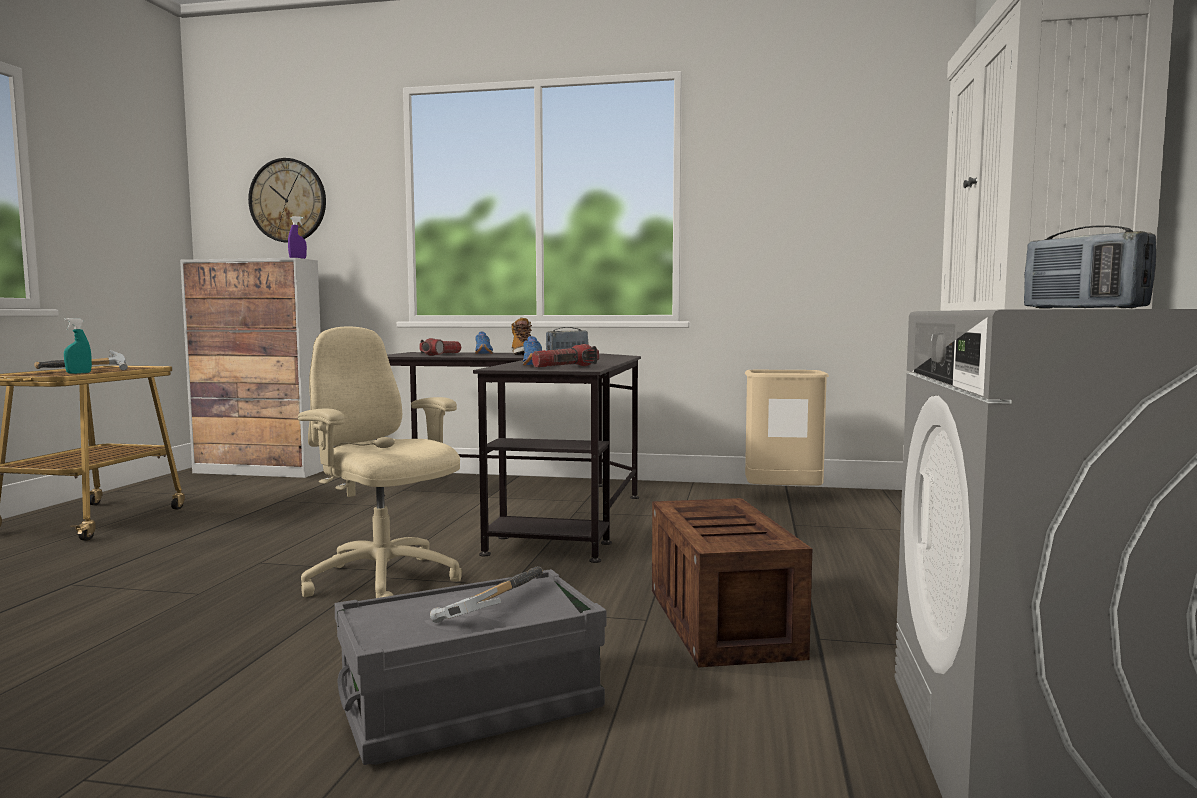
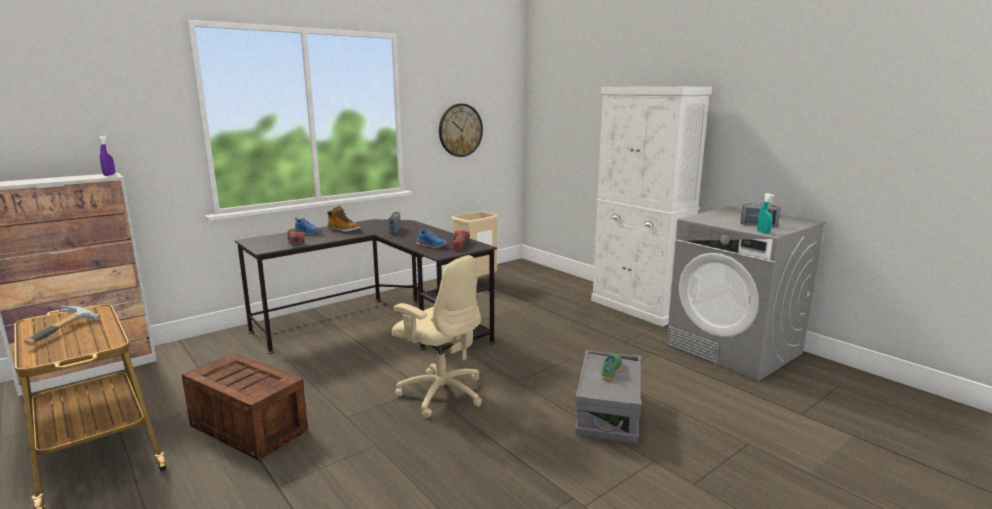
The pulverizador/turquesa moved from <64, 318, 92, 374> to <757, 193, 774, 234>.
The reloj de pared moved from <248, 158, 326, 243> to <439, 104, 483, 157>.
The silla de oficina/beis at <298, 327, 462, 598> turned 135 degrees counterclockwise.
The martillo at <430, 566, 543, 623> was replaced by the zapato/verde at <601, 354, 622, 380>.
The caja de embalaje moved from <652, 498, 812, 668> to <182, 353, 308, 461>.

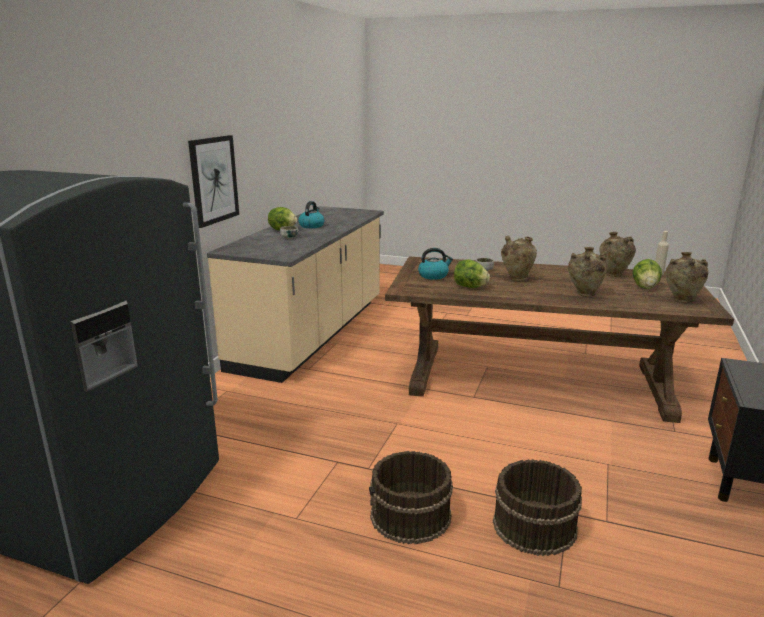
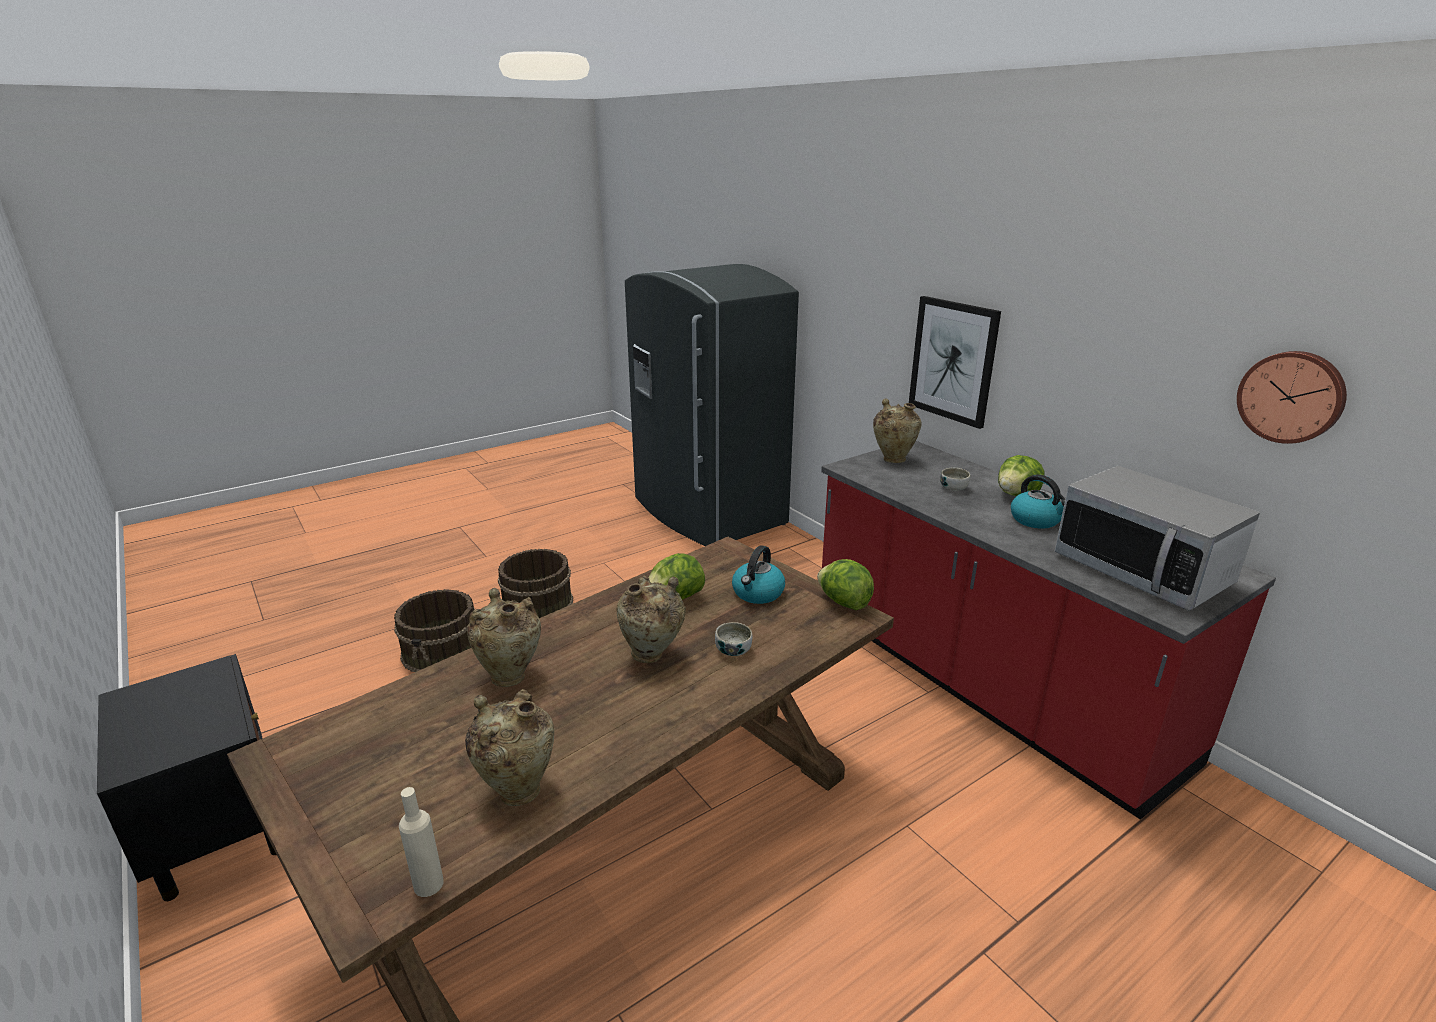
The mueble bajo de cocina/beis at <207, 206, 384, 383> became the mueble bajo de cocina/rojo at <821, 441, 1276, 820>.
The lechuga moved from <632, 259, 662, 289> to <817, 559, 874, 610>.
The florero/beis moved from <665, 252, 709, 303> to <873, 398, 922, 463>.
The microondas at <1055, 466, 1260, 611> appeared.
The reloj de pared at <1237, 351, 1347, 444> appeared.

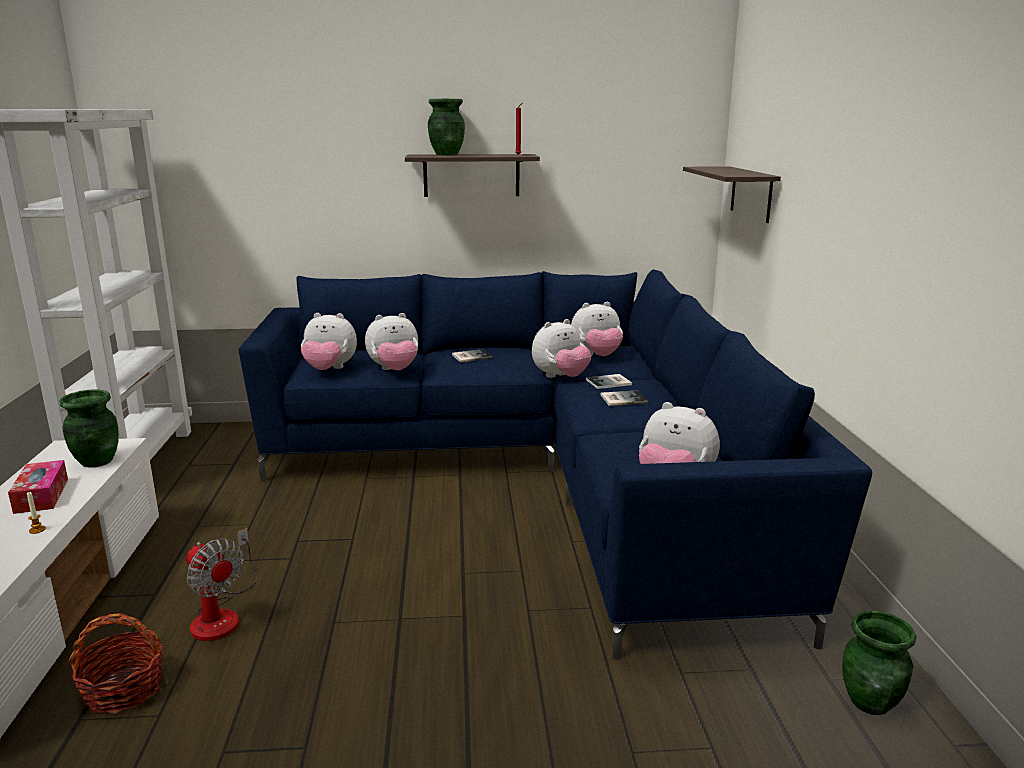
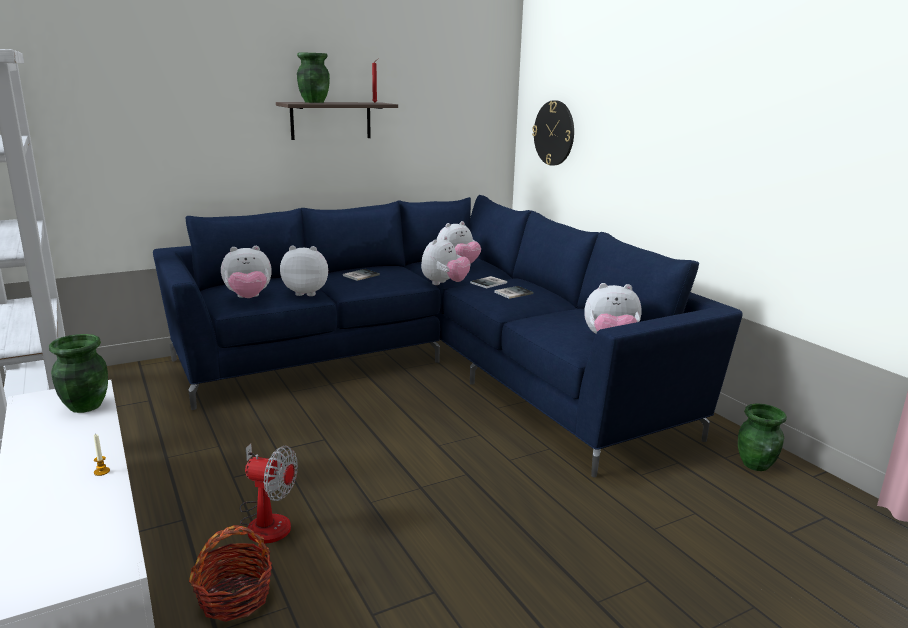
The caja de pañuelos at <8, 460, 68, 514> disappeared.
The peluche at <365, 313, 418, 370> turned 135 degrees counterclockwise.
The estante at <683, 166, 781, 223> was replaced by the reloj de pared at <532, 100, 574, 166>.

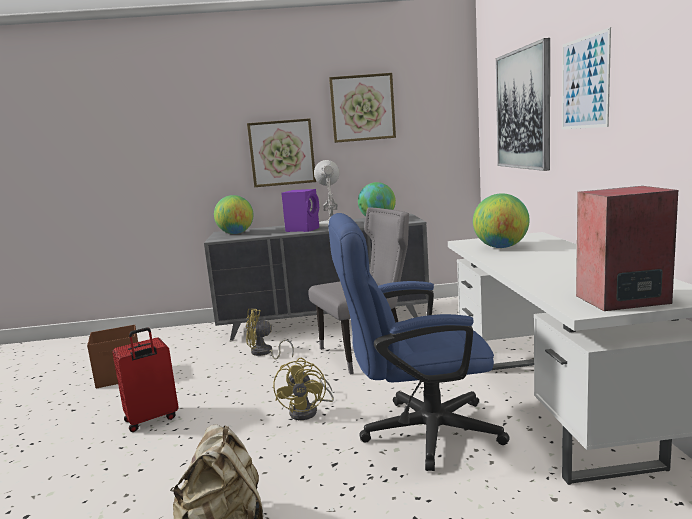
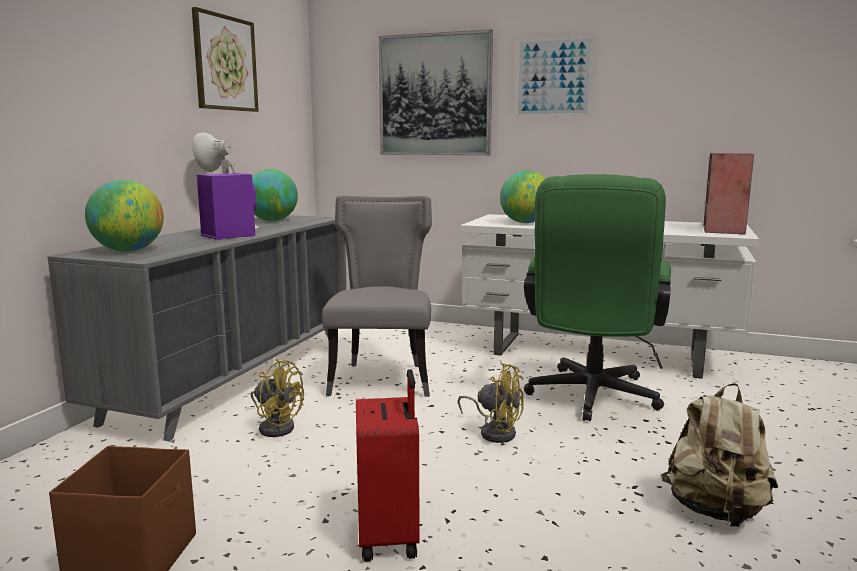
The ventilador/amarillo at <246, 309, 294, 359> turned 90 degrees counterclockwise.
The cuadro at <247, 118, 316, 187> disappeared.
The silla de oficina/azul at <328, 213, 510, 471> became the silla de oficina/verde at <524, 174, 671, 421>.

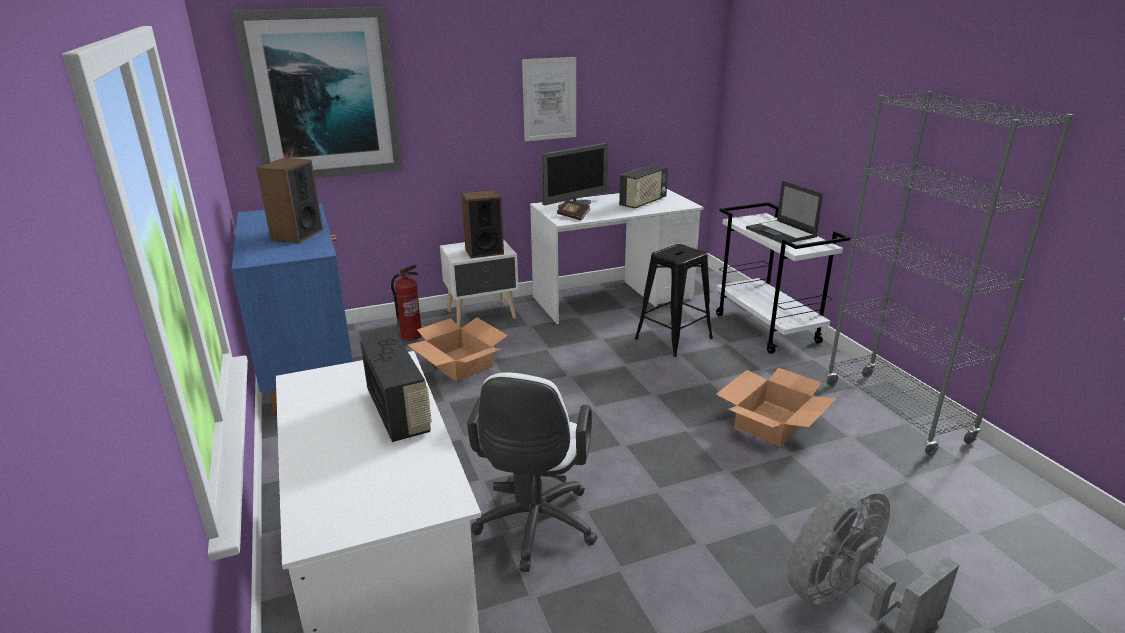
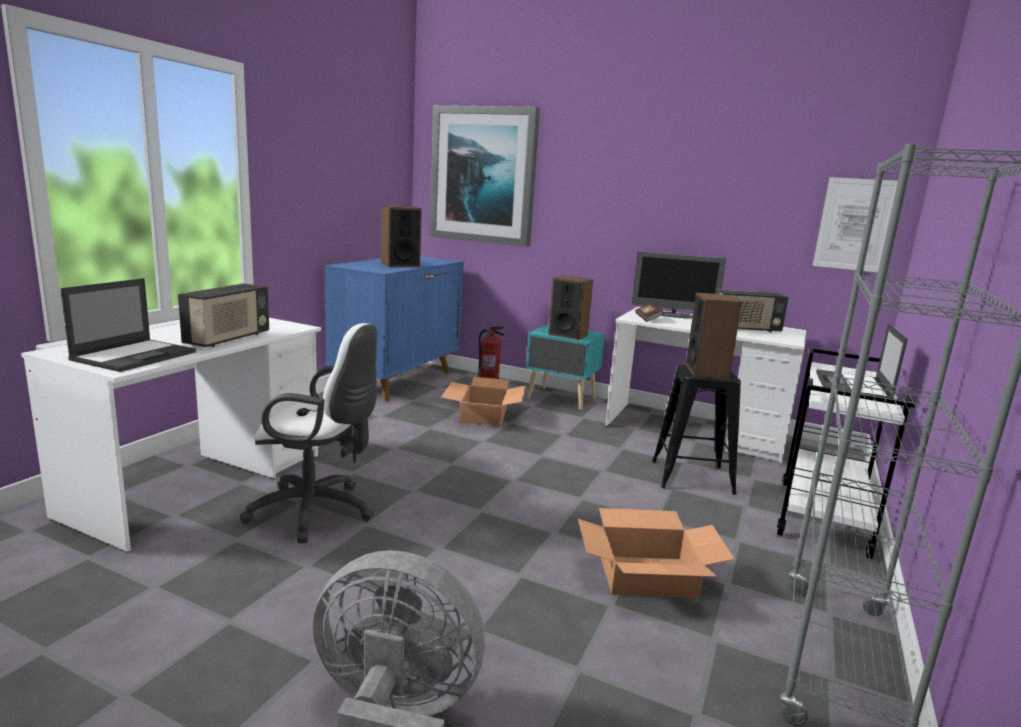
The mesita de noche/blanco at <440, 240, 519, 327> became the mesita de noche/turquesa at <526, 324, 605, 410>.
The silla de oficina/blanco at <467, 372, 597, 572> turned 135 degrees counterclockwise.
The cuadro moved from <522, 57, 576, 141> to <813, 177, 898, 272>.
The portátil at <60, 278, 196, 372> appeared.
The altavoz at <686, 292, 742, 380> appeared.

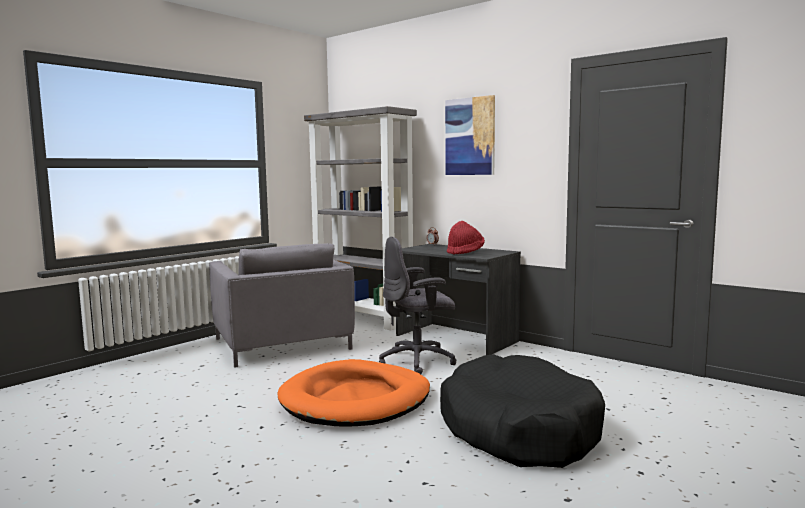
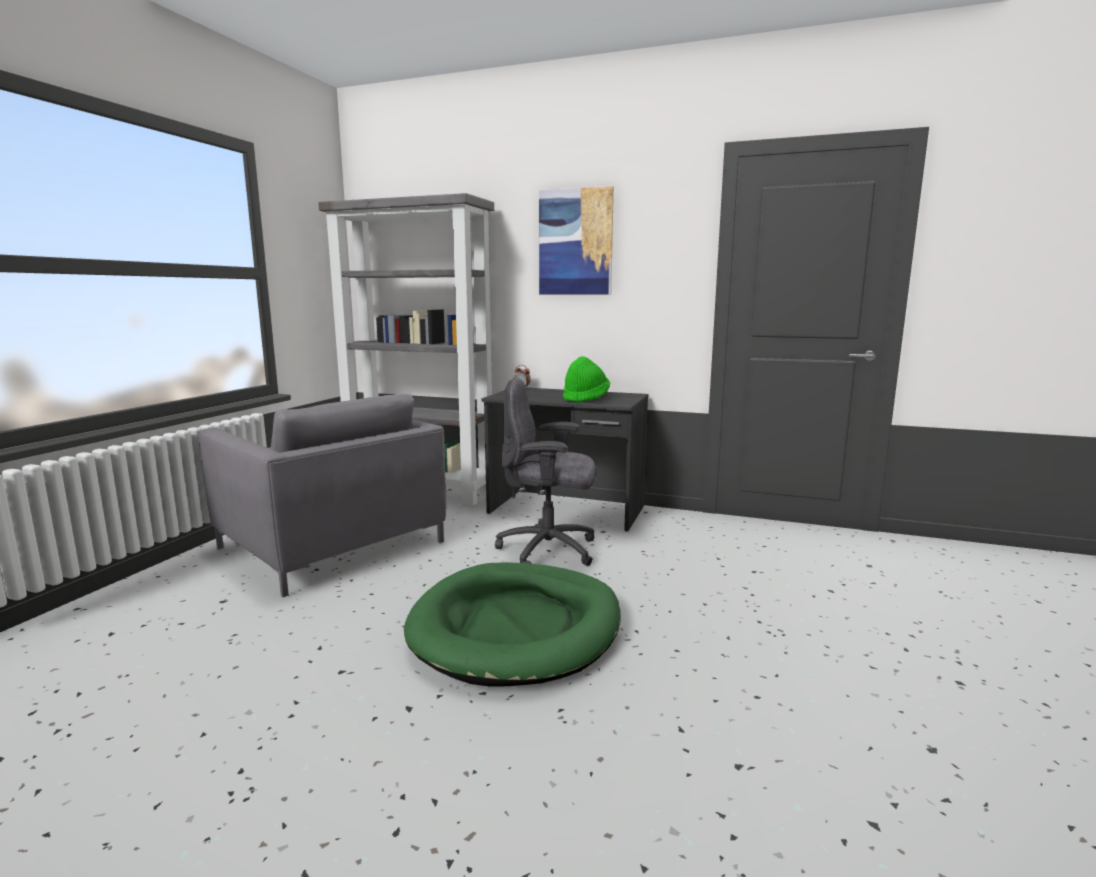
The cama para perro/naranja at <277, 359, 430, 427> became the cama para perro/verde at <404, 562, 621, 687>.
The silla de oficina/gris at <379, 236, 457, 374> turned 45 degrees clockwise.
The cama para perro/negro at <440, 354, 605, 468> disappeared.
The sombrero/rojo at <447, 221, 485, 255> became the sombrero/verde at <563, 356, 610, 402>.

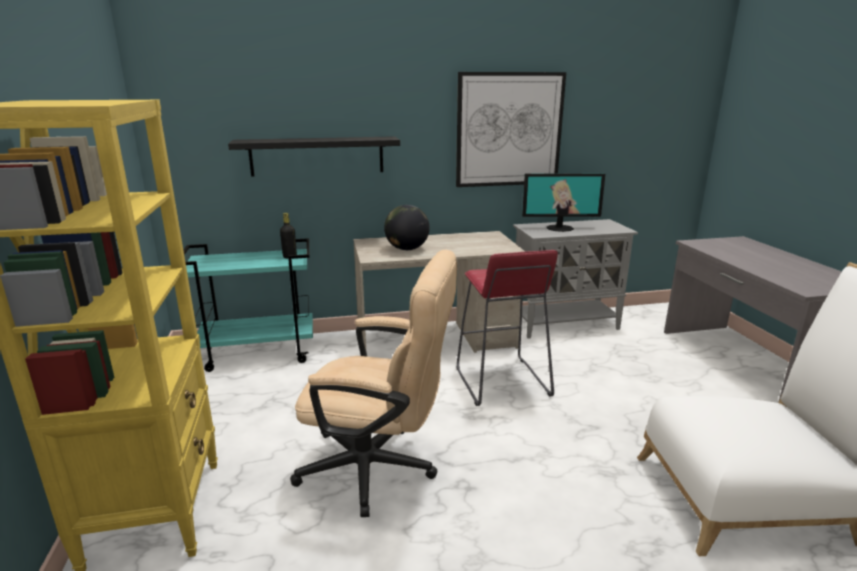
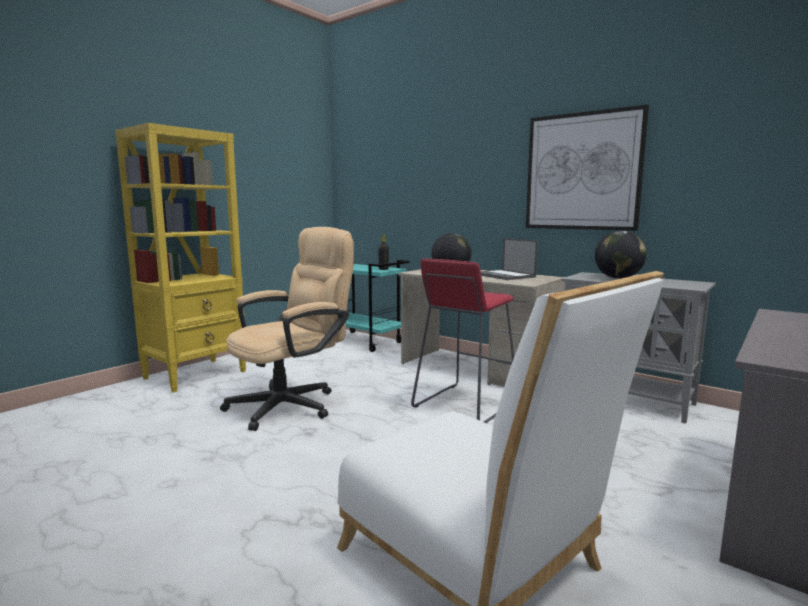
The estante/negro at <228, 136, 400, 177> disappeared.
The silla de oficina/beis at <290, 250, 457, 517> turned 105 degrees counterclockwise.
The monitor at <522, 173, 605, 232> was replaced by the globo terráqueo at <595, 231, 647, 279>.
The portátil at <481, 238, 538, 280> appeared.

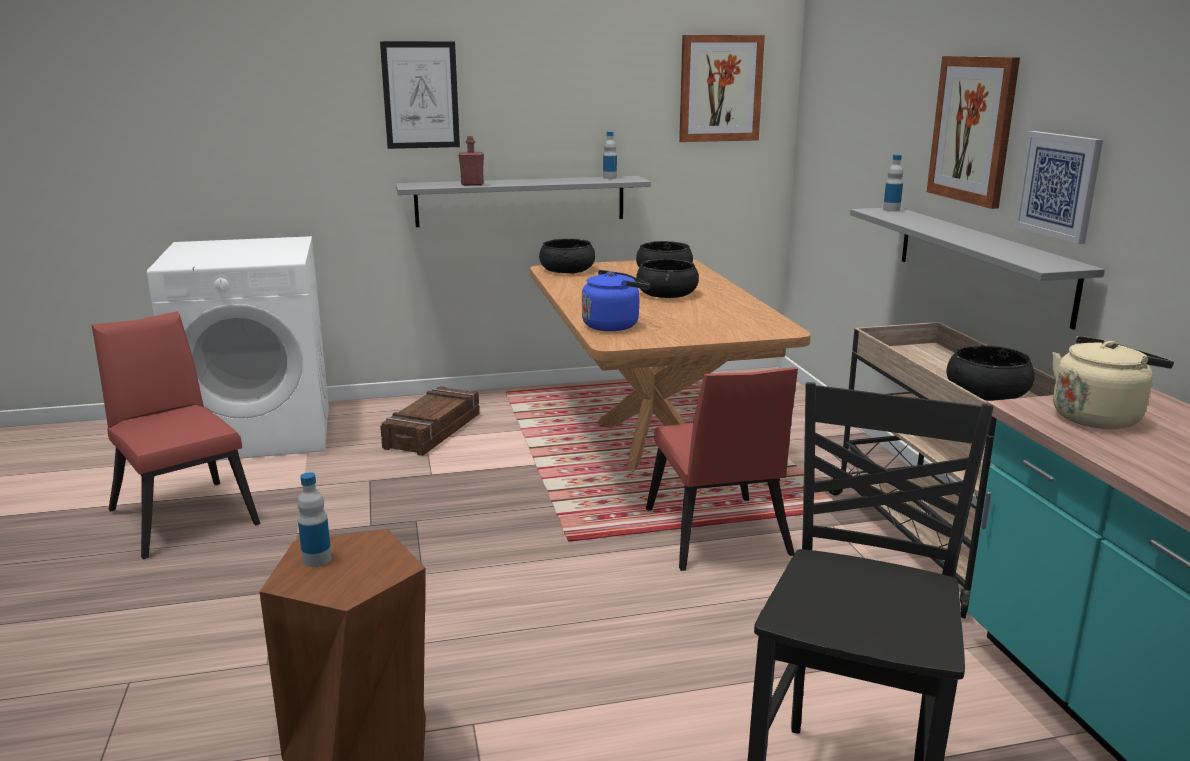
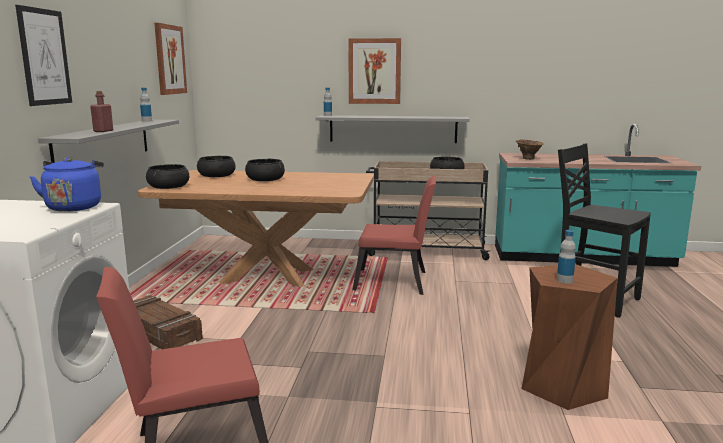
The hervidor/azul moved from <582, 270, 650, 331> to <30, 157, 104, 212>.
The cuadro at <1014, 131, 1103, 244> disappeared.
The hervidor/beis at <1052, 336, 1174, 429> was replaced by the florero/marrón at <516, 140, 544, 160>.

